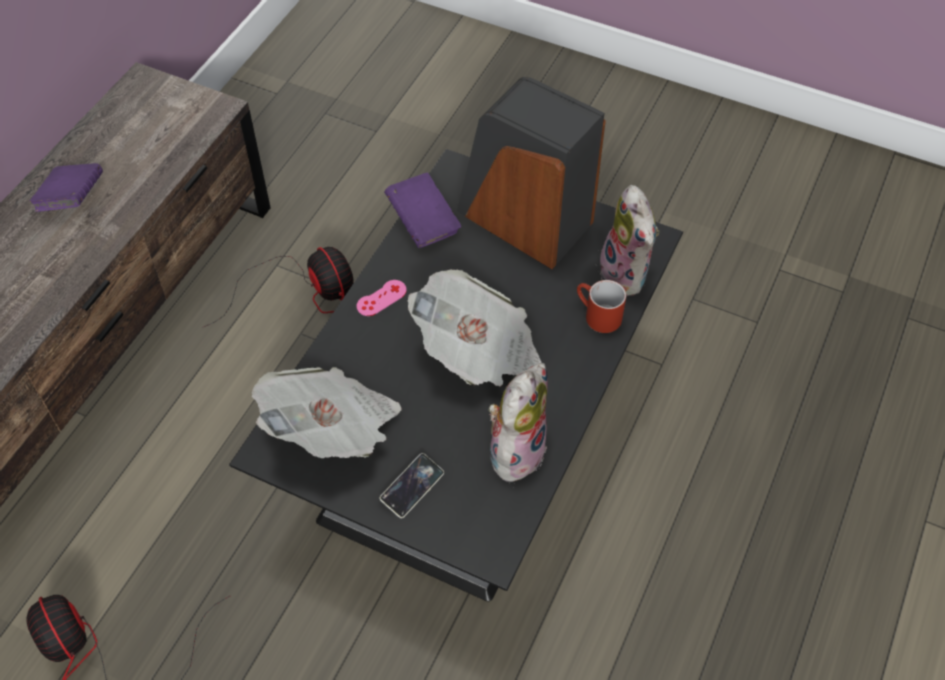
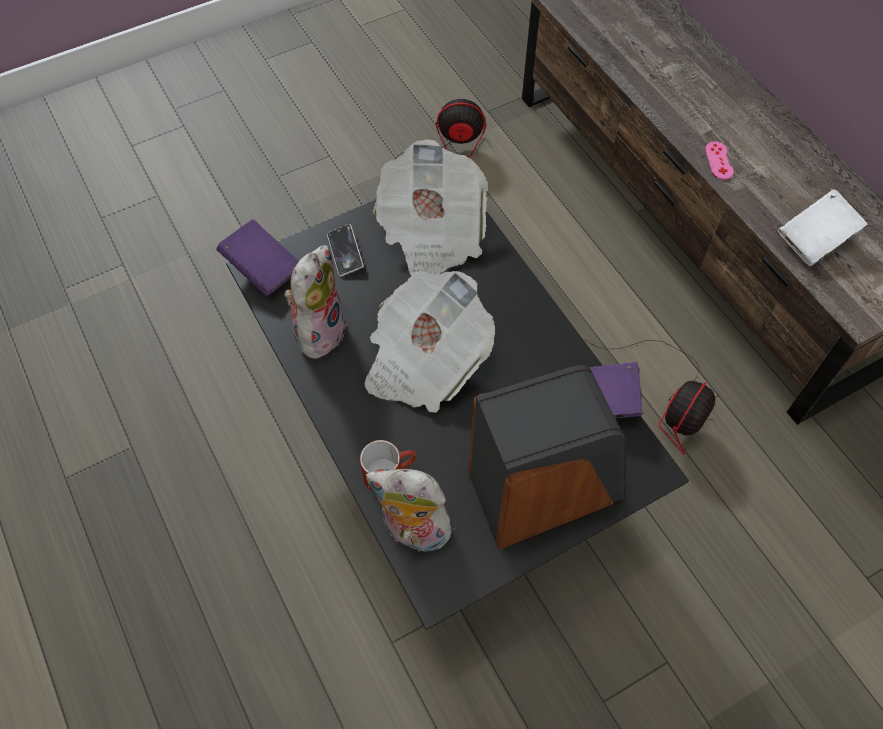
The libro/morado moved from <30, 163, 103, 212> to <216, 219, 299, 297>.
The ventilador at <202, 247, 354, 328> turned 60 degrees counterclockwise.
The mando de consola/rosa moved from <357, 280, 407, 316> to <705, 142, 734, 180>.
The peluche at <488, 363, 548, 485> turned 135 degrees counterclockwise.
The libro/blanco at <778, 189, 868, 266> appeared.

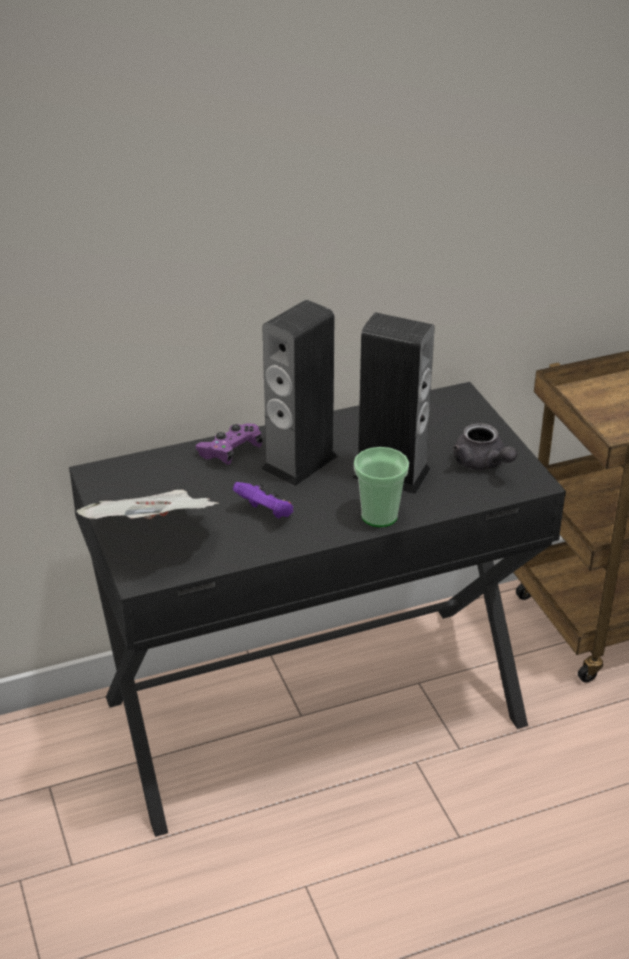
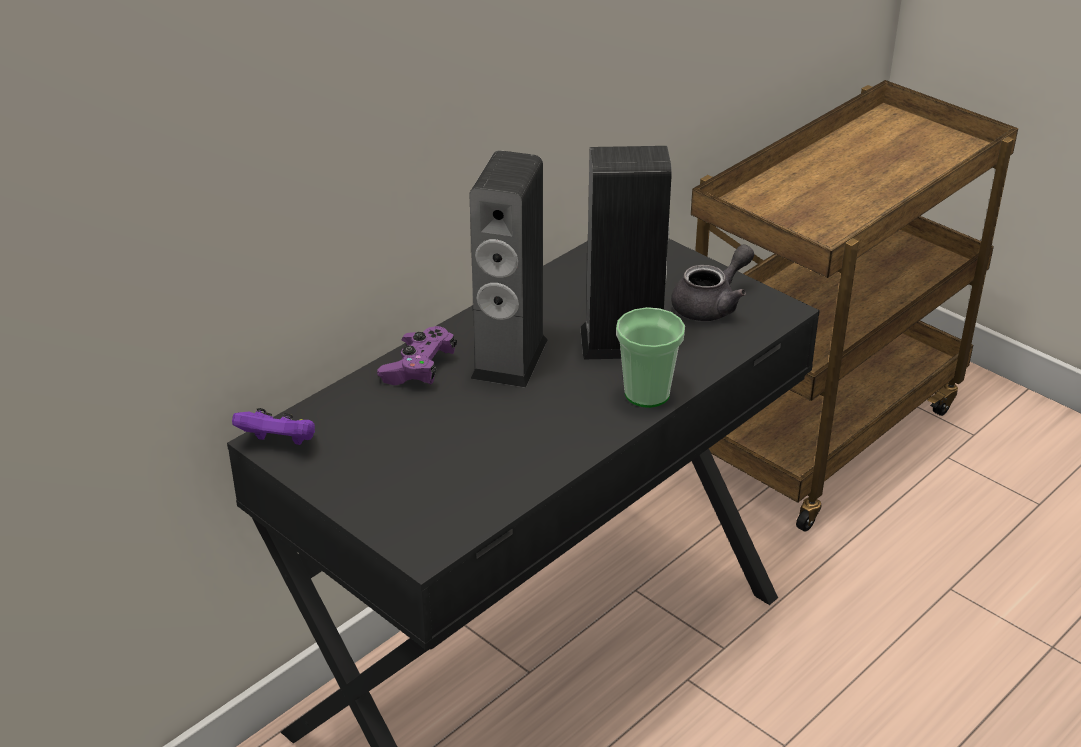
The periódico at <77, 490, 219, 519> disappeared.
The mando de consola/morado moved from <233, 482, 293, 519> to <232, 408, 315, 445>.
The tetera/gris at <453, 423, 517, 470> turned 75 degrees counterclockwise.

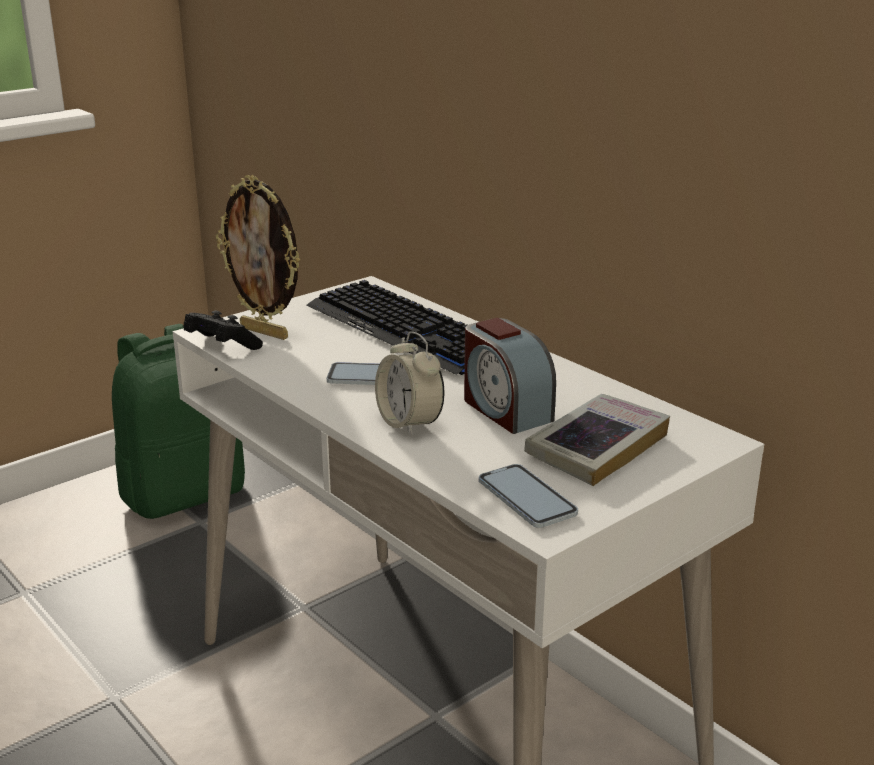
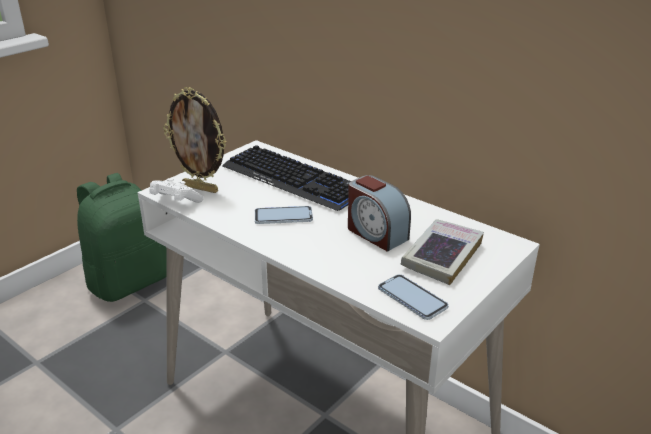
The mando de consola/negro at <183, 311, 263, 350> became the mando de consola/blanco at <150, 178, 204, 203>.
The despertador at <375, 331, 444, 437> disappeared.

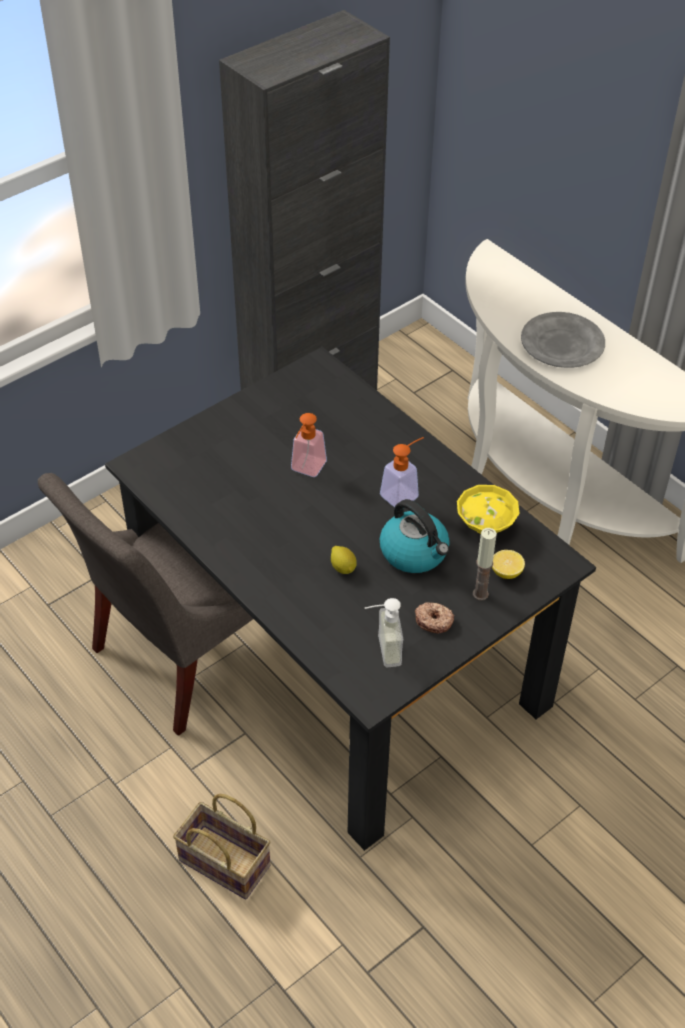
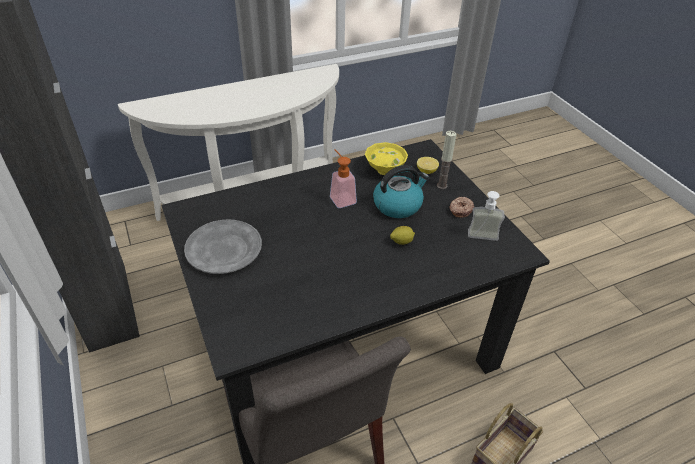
The dispensador de jabón at <291, 413, 327, 477> disappeared.
The plato/gris moved from <521, 312, 605, 368> to <184, 219, 262, 274>.

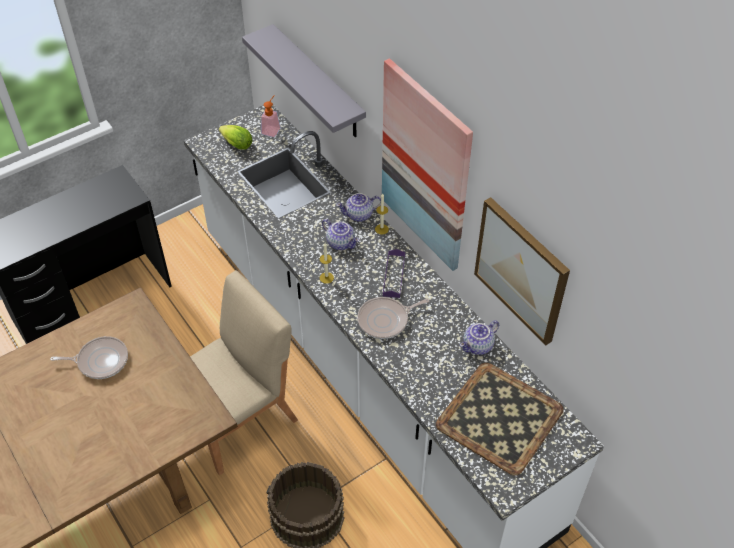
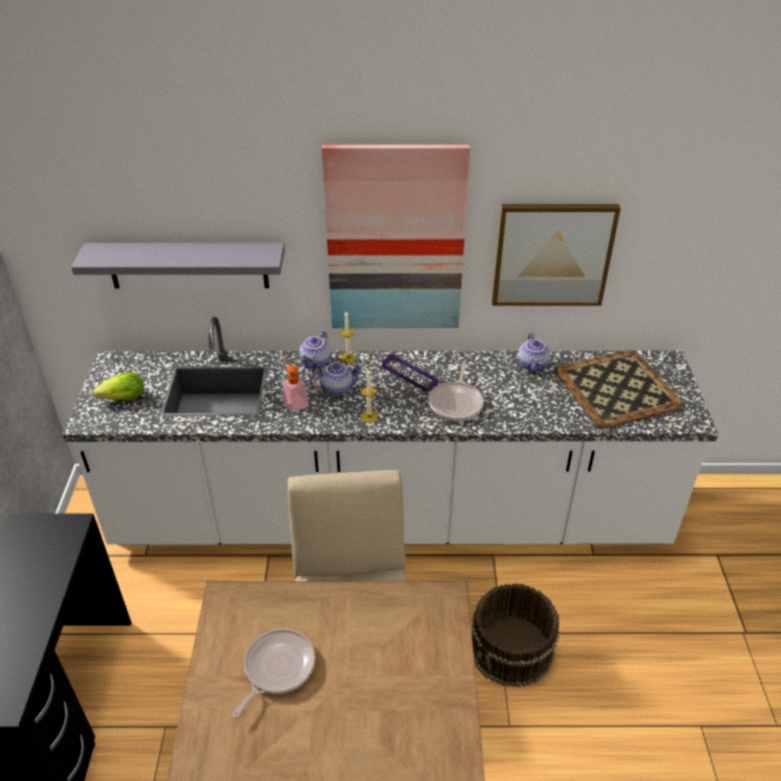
The dispensador de jabón moved from <261, 95, 280, 137> to <282, 359, 309, 412>.

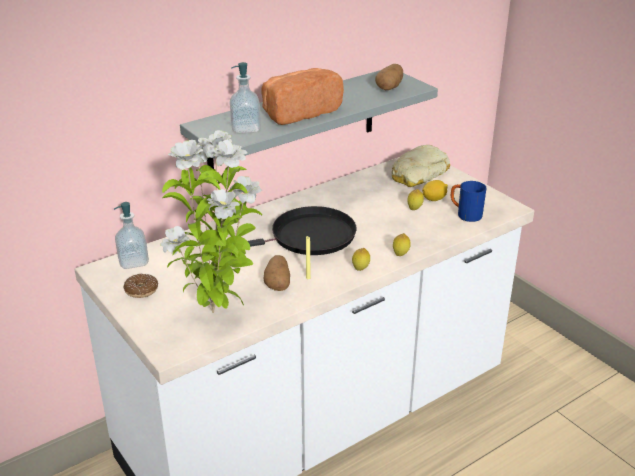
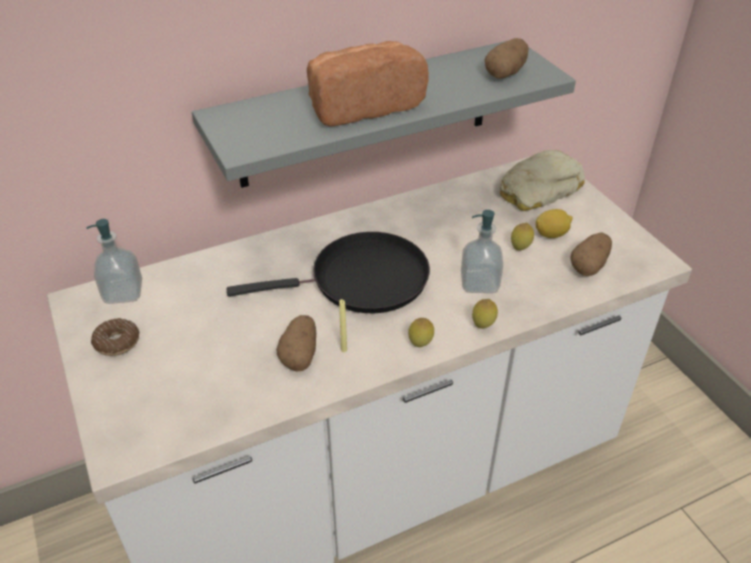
The planta en maceta at <160, 130, 262, 313> disappeared.
The dispensador de jabón moved from <230, 62, 261, 133> to <461, 210, 503, 293>.
The taza grande/azul at <451, 181, 486, 222> was replaced by the patata at <571, 232, 612, 276>.

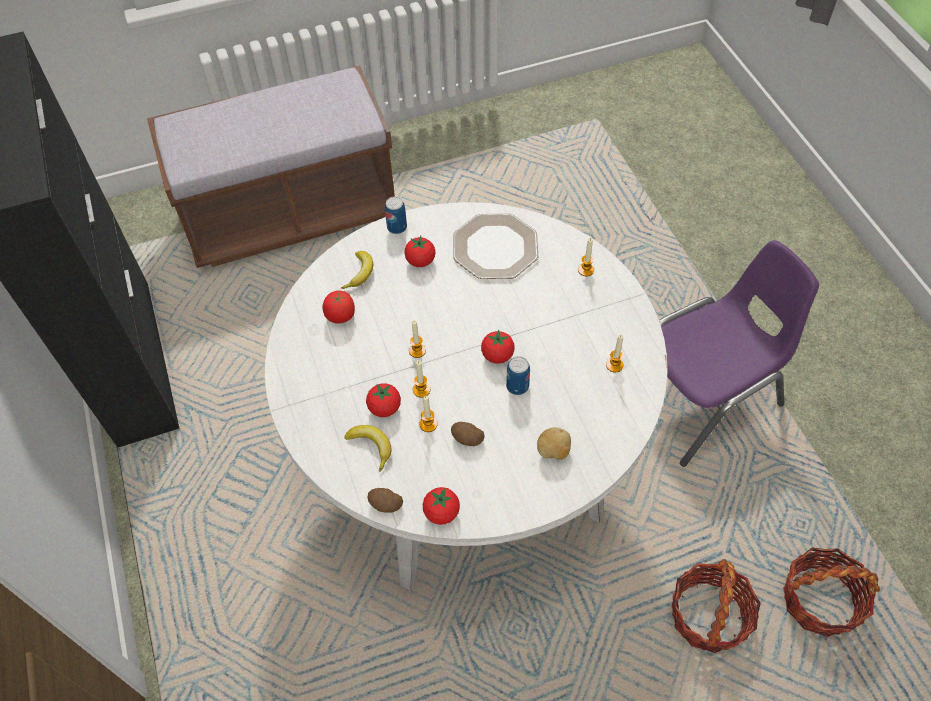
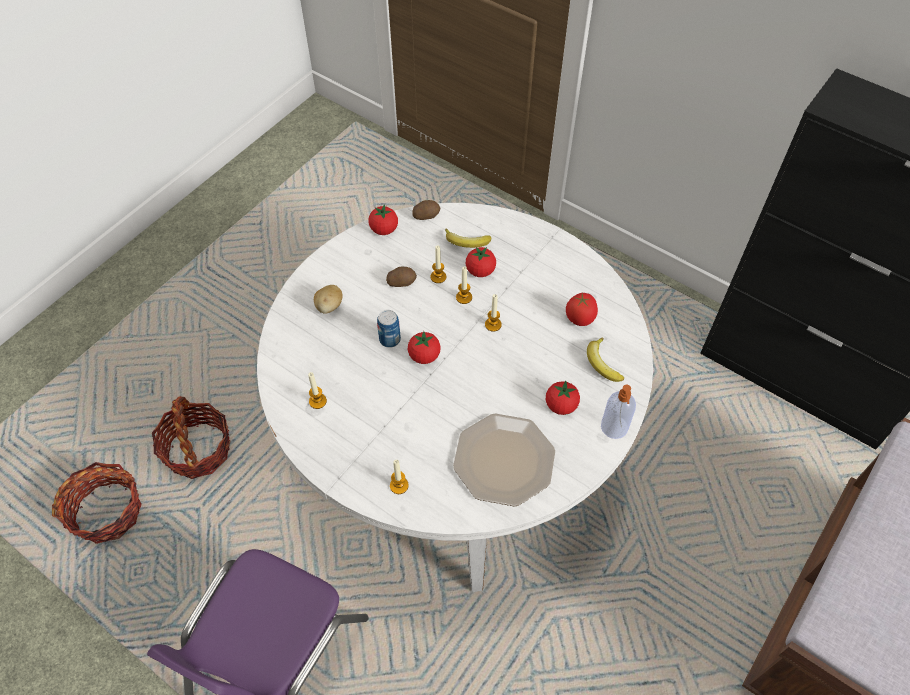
The lata at <385, 197, 407, 234> was replaced by the dispensador de jabón at <601, 385, 636, 439>.

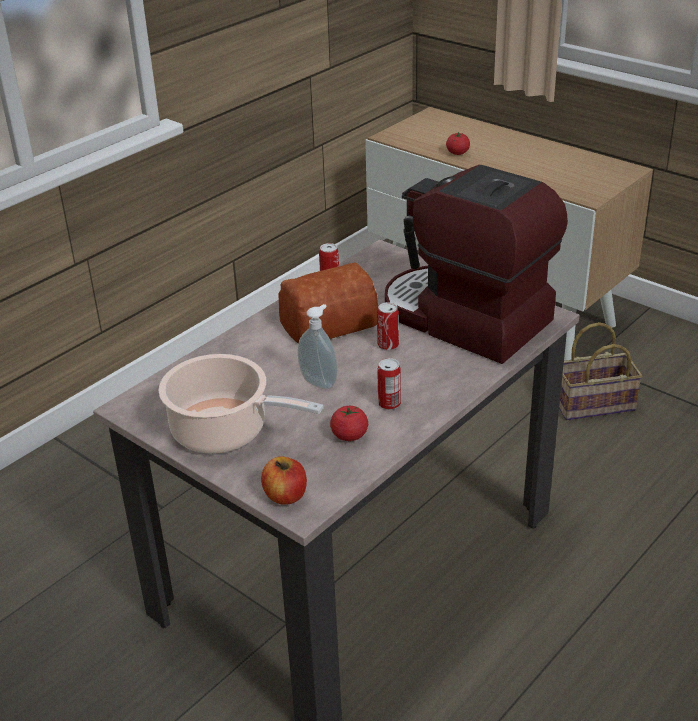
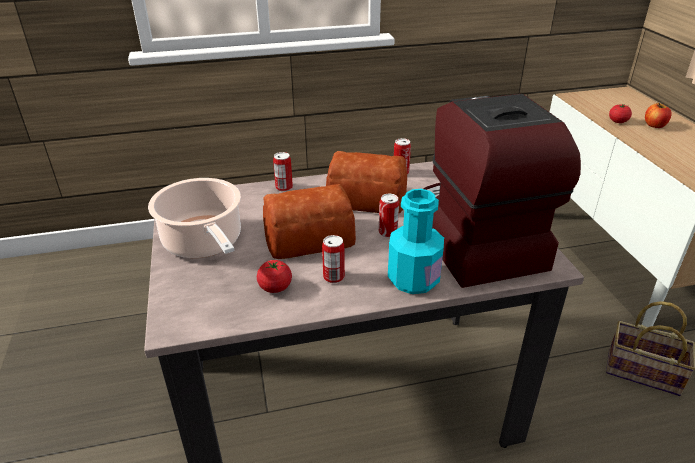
The manzana moved from <261, 456, 307, 505> to <645, 103, 672, 128>.
The dispensador de jabón at <298, 304, 338, 389> was replaced by the pan at <263, 184, 356, 259>.
The lata at <273, 152, 293, 192> appeared.
The botella/turquesa at <388, 189, 444, 294> appeared.

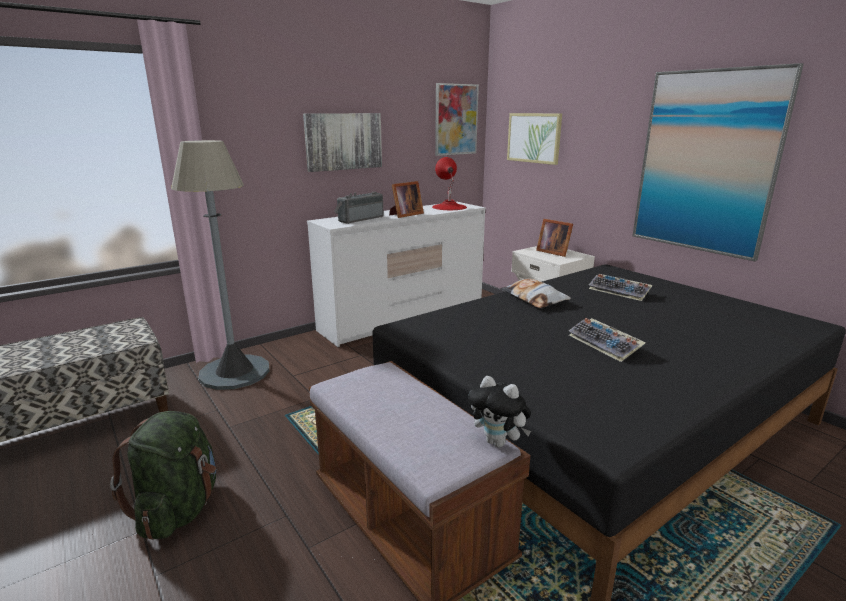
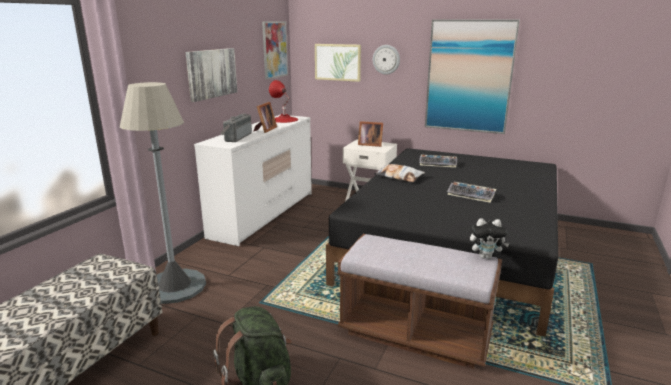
The reloj de pared at <373, 45, 400, 75> appeared.

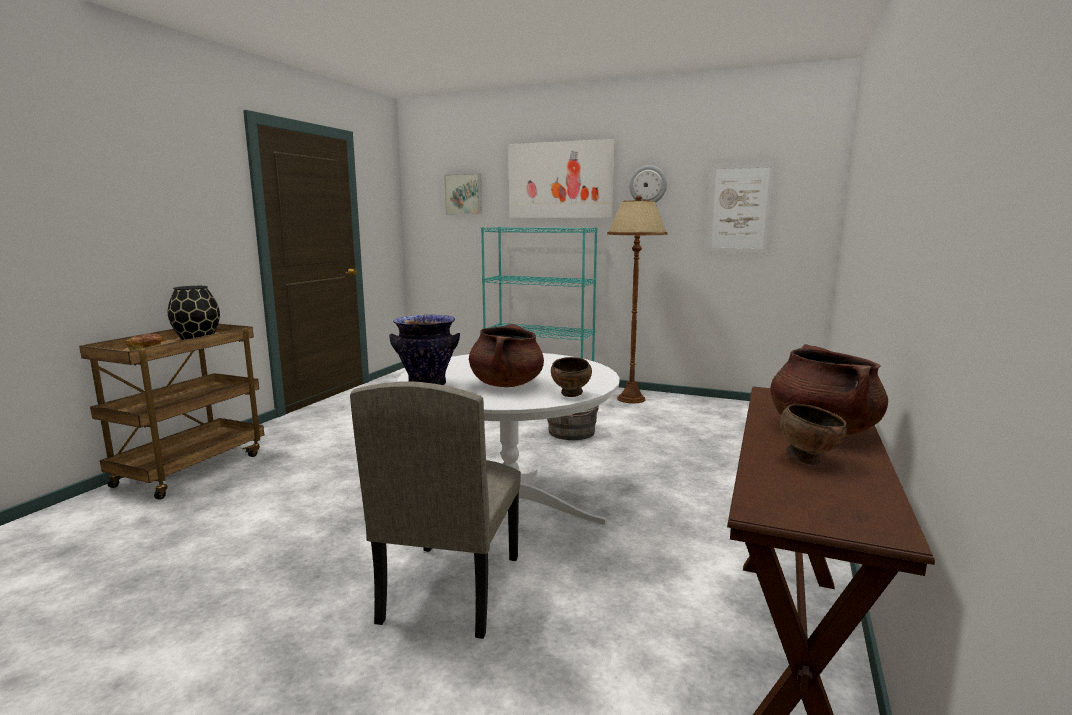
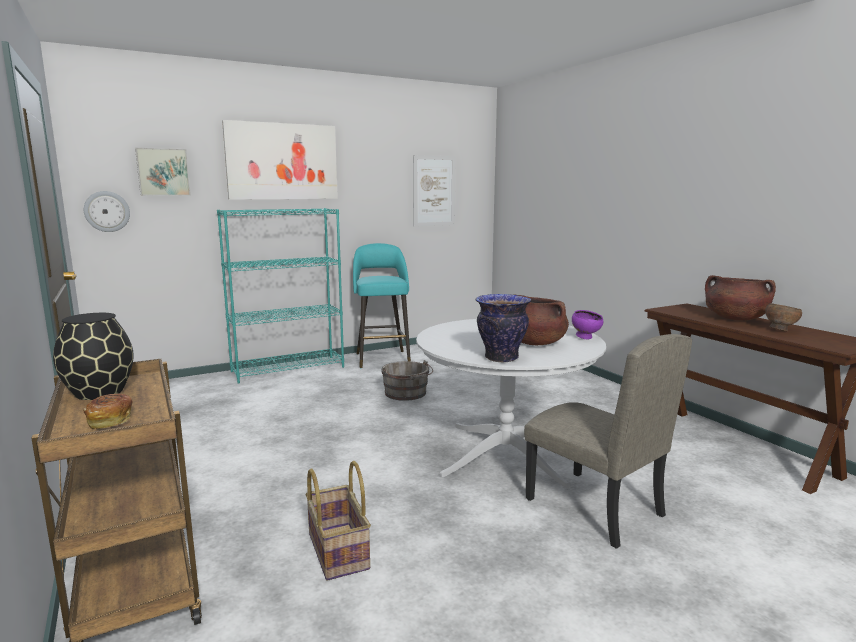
The cuenco/marrón at <551, 357, 592, 397> became the cuenco/morado at <572, 310, 604, 340>.
The lámpara de pie/marrón at <607, 196, 667, 404> was replaced by the taburete/turquesa at <353, 243, 411, 368>.
The reloj de pared moved from <629, 165, 667, 203> to <84, 191, 130, 232>.
The cesta at <306, 461, 371, 581> appeared.

